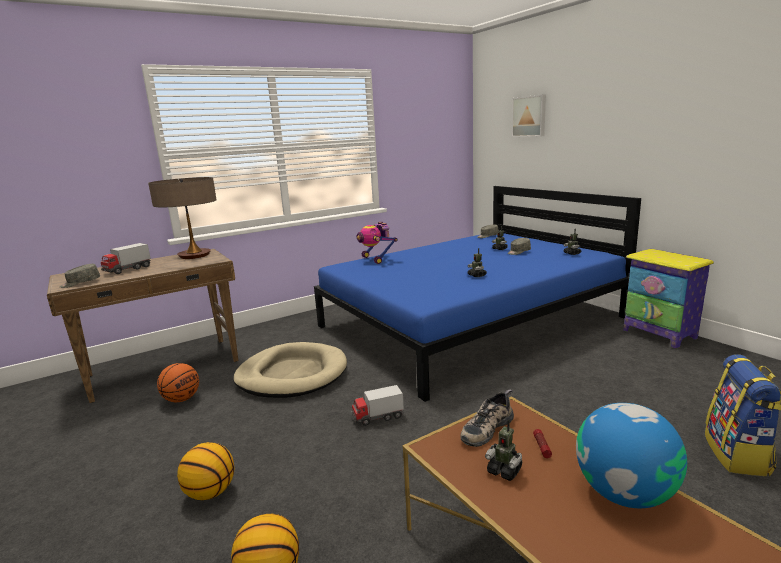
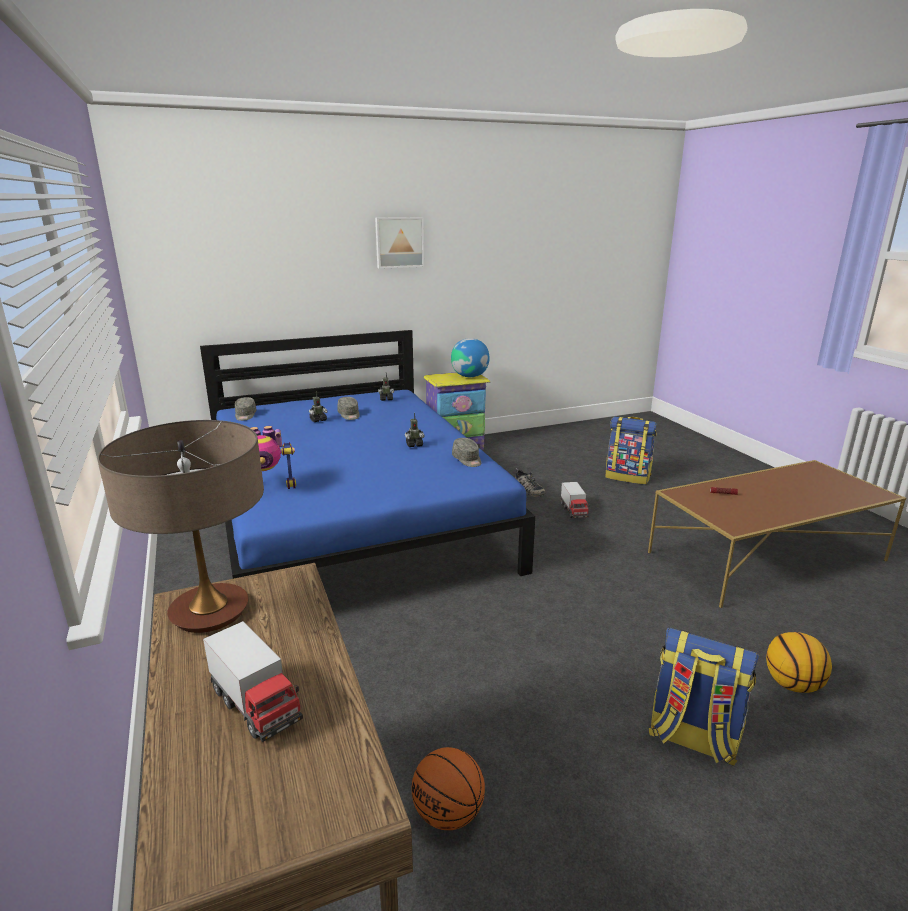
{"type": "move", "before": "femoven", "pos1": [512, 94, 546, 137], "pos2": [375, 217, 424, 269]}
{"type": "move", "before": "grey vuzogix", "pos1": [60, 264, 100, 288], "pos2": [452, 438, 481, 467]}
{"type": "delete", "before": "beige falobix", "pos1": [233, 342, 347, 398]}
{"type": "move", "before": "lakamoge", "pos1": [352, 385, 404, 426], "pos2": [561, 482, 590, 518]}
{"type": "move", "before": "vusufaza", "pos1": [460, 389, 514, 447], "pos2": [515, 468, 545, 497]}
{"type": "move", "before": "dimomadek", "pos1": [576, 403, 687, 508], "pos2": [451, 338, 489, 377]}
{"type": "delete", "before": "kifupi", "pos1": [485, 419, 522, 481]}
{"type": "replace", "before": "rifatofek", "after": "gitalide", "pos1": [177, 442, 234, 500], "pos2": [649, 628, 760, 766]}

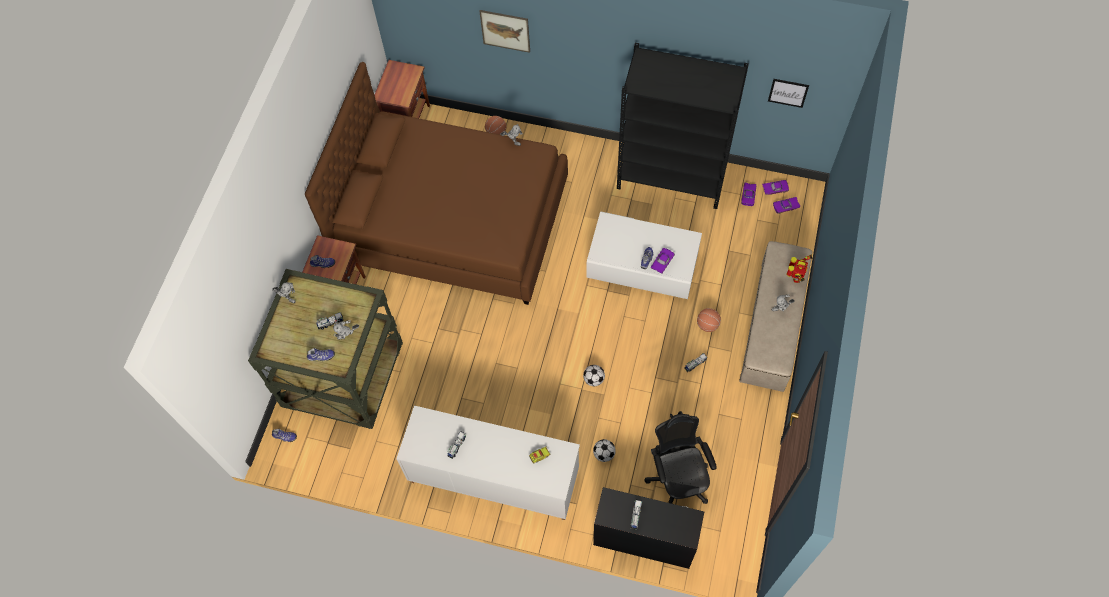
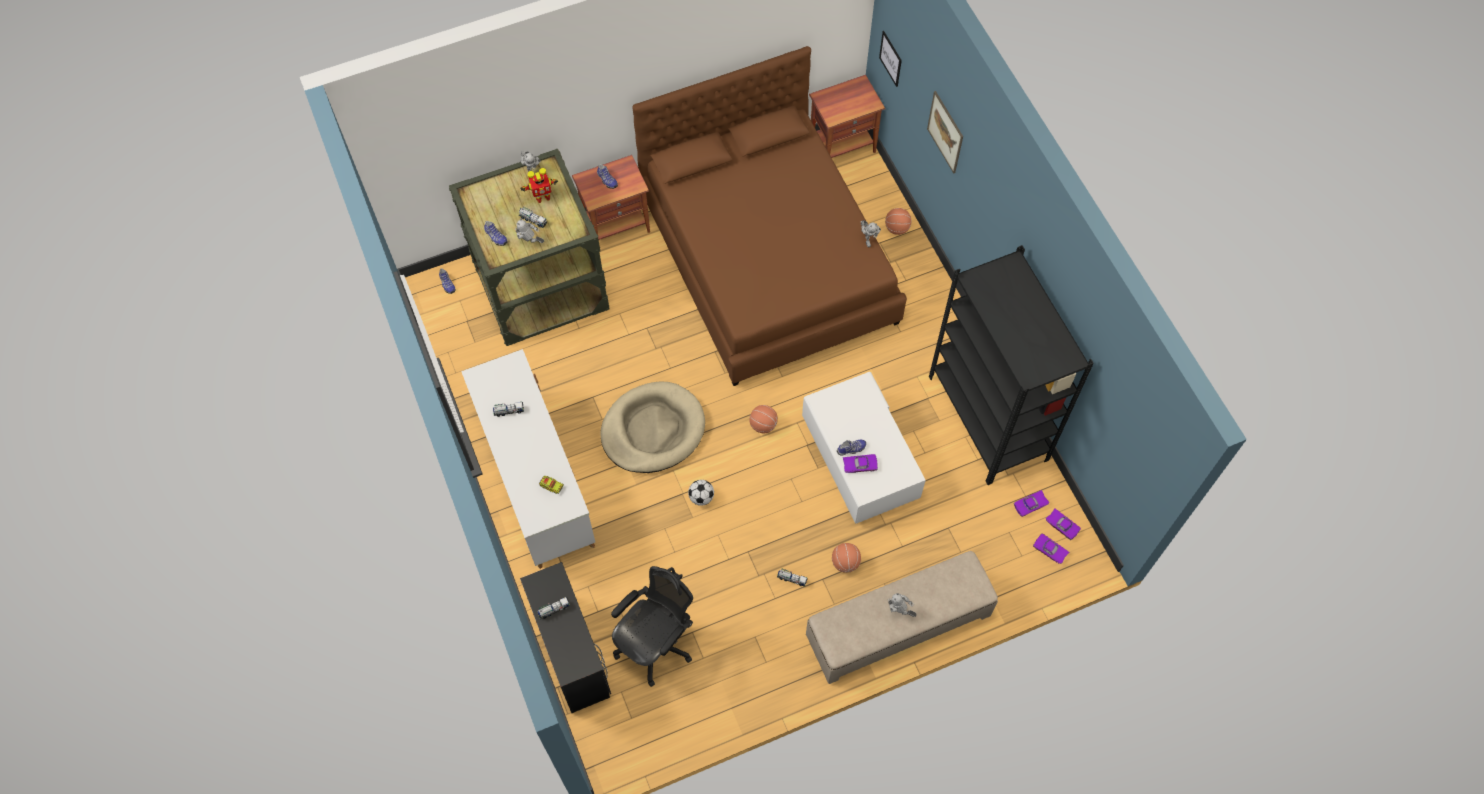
{"type": "move", "before": "femoven", "pos1": [768, 79, 809, 108], "pos2": [879, 31, 902, 87]}
{"type": "move", "before": "kifupi", "pos1": [786, 254, 812, 283], "pos2": [520, 168, 558, 203]}
{"type": "delete", "before": "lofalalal", "pos1": [593, 439, 616, 462]}
{"type": "insert", "after": "beige falobix", "pos2": [600, 381, 705, 473]}
{"type": "insert", "after": "rifatofek", "pos2": [749, 405, 778, 433]}

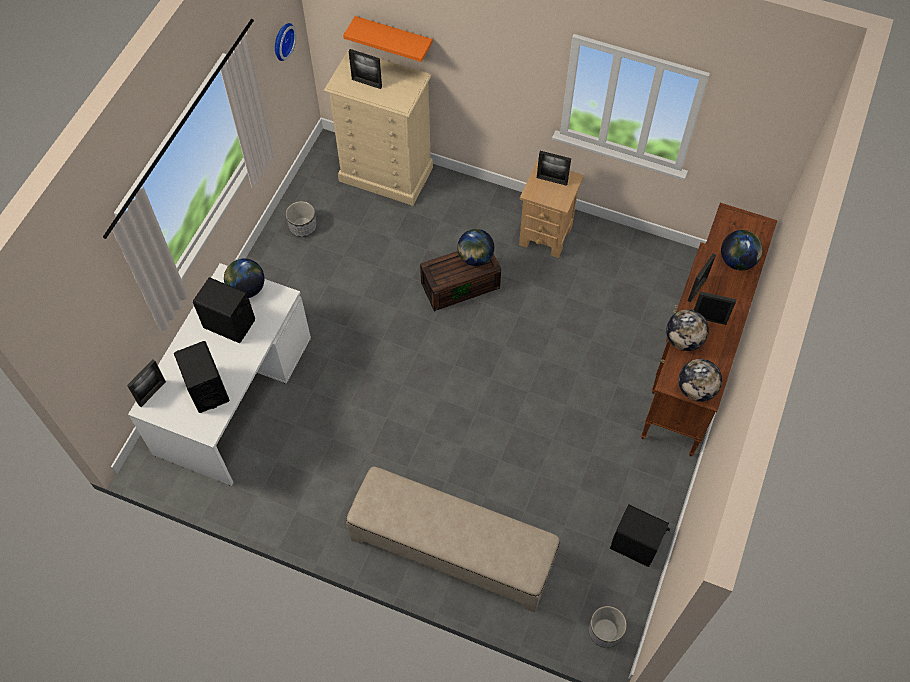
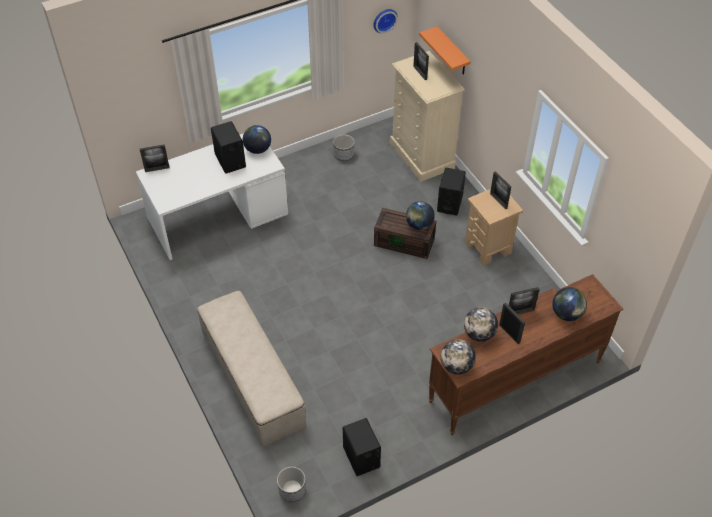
{"type": "move", "before": "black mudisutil", "pos1": [174, 341, 230, 413], "pos2": [437, 168, 466, 216]}

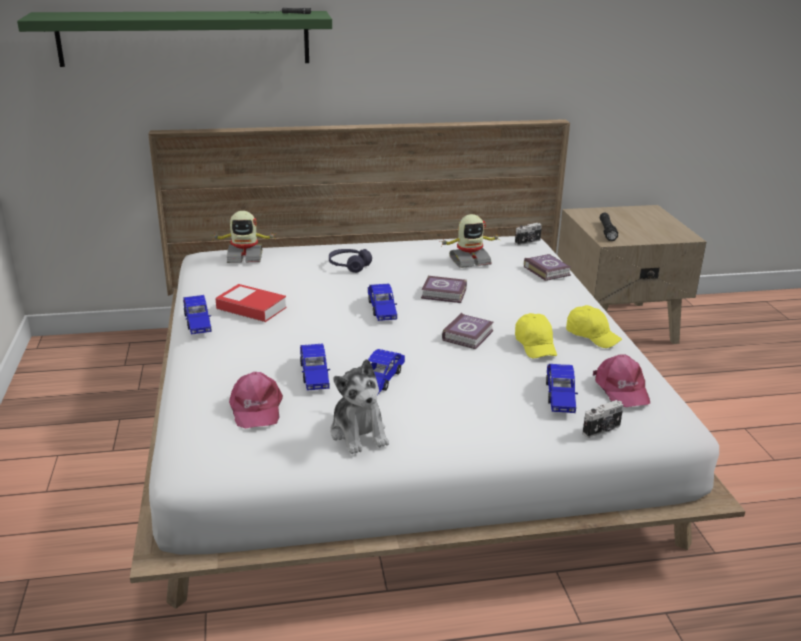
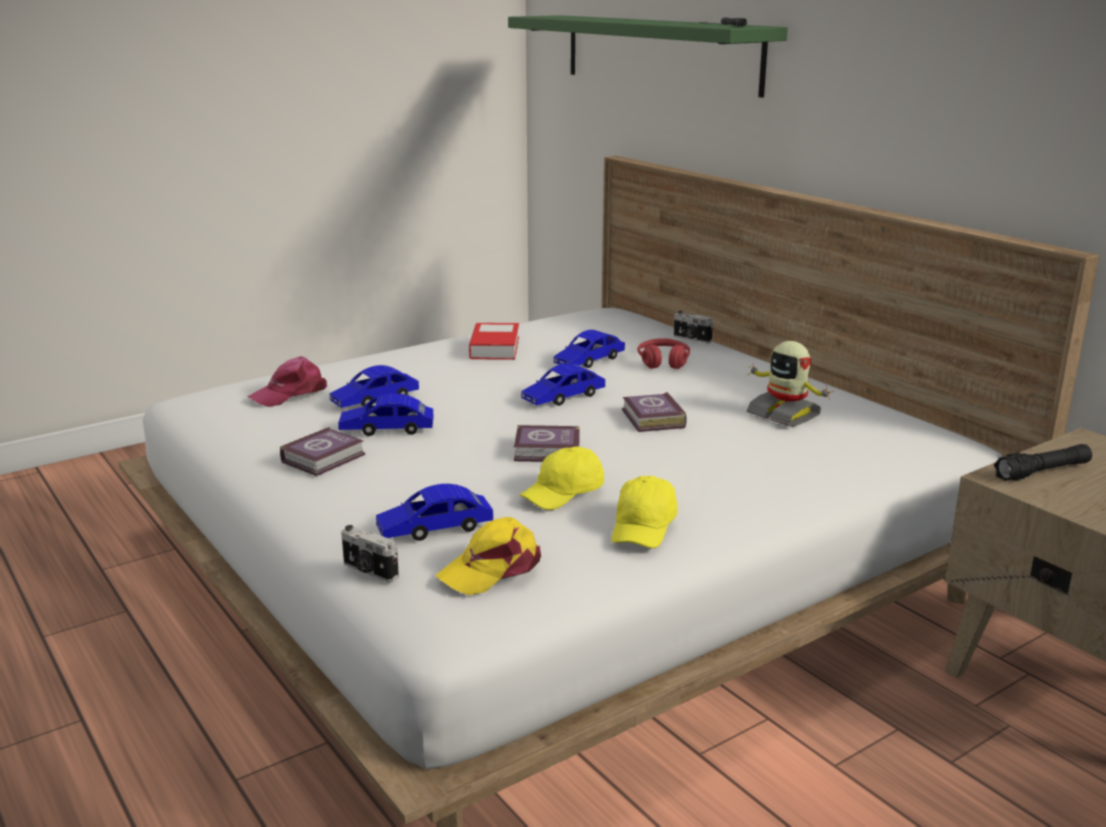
{"type": "delete", "before": "kifupi", "pos1": [212, 211, 276, 263]}
{"type": "move", "before": "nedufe", "pos1": [515, 223, 542, 245], "pos2": [674, 311, 714, 343]}
{"type": "recolor", "before": "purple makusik", "after": "red makusik", "pos1": [329, 249, 372, 273], "pos2": [637, 338, 690, 369]}
{"type": "move", "before": "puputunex", "pos1": [524, 254, 571, 281], "pos2": [280, 427, 365, 476]}
{"type": "move", "before": "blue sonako", "pos1": [183, 295, 212, 335], "pos2": [554, 330, 625, 368]}
{"type": "recolor", "before": "pink vuzogix", "after": "yellow vuzogix", "pos1": [593, 354, 650, 407], "pos2": [435, 517, 541, 595]}
{"type": "delete", "before": "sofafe", "pos1": [330, 359, 389, 454]}

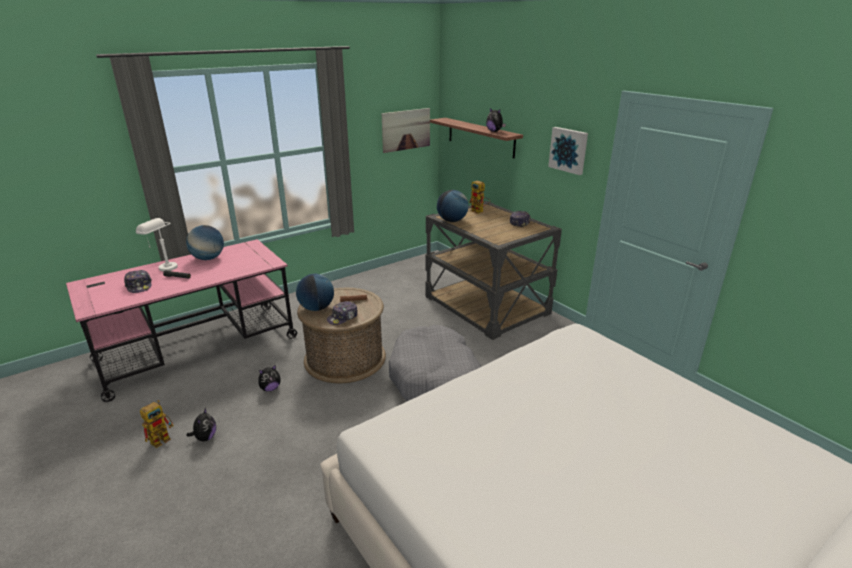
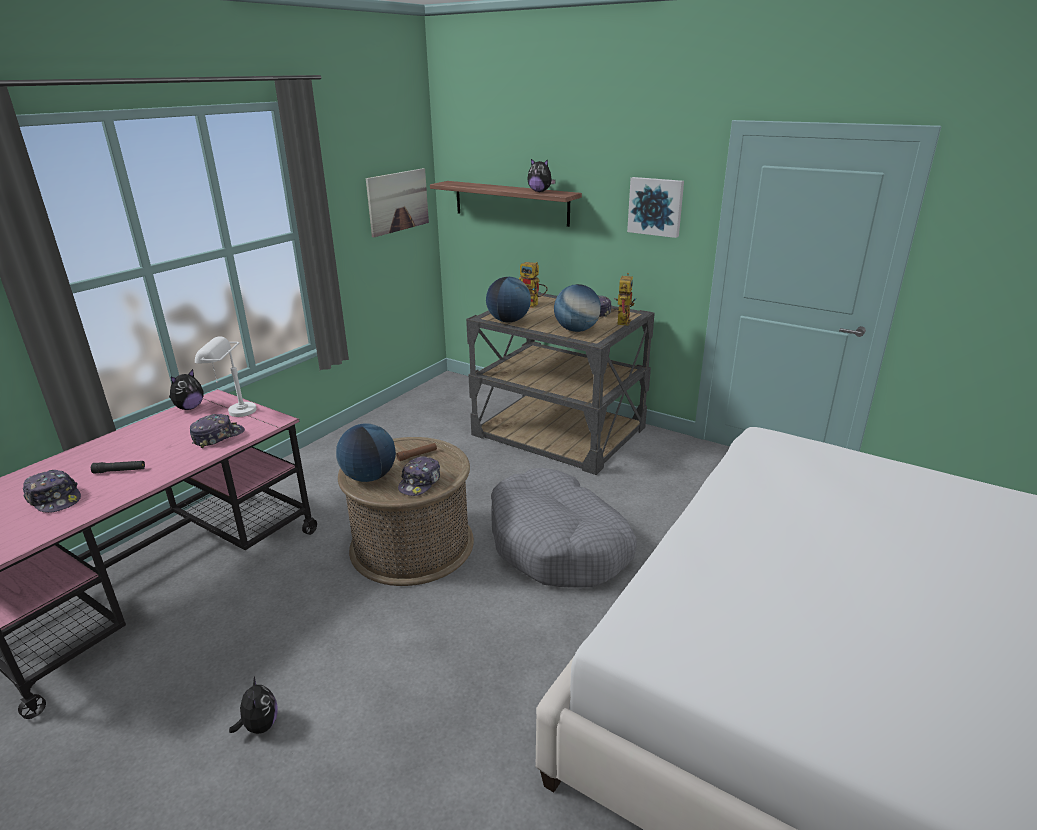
{"type": "move", "before": "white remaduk", "pos1": [136, 218, 178, 271], "pos2": [195, 336, 257, 417]}
{"type": "move", "before": "dimomadek", "pos1": [186, 225, 224, 260], "pos2": [554, 284, 601, 332]}
{"type": "move", "before": "sofafe", "pos1": [258, 365, 281, 391], "pos2": [169, 369, 203, 410]}
{"type": "move", "before": "kifupi", "pos1": [140, 400, 174, 448], "pos2": [614, 273, 636, 326]}
{"type": "insert", "after": "vuzogix", "pos2": [190, 414, 245, 448]}

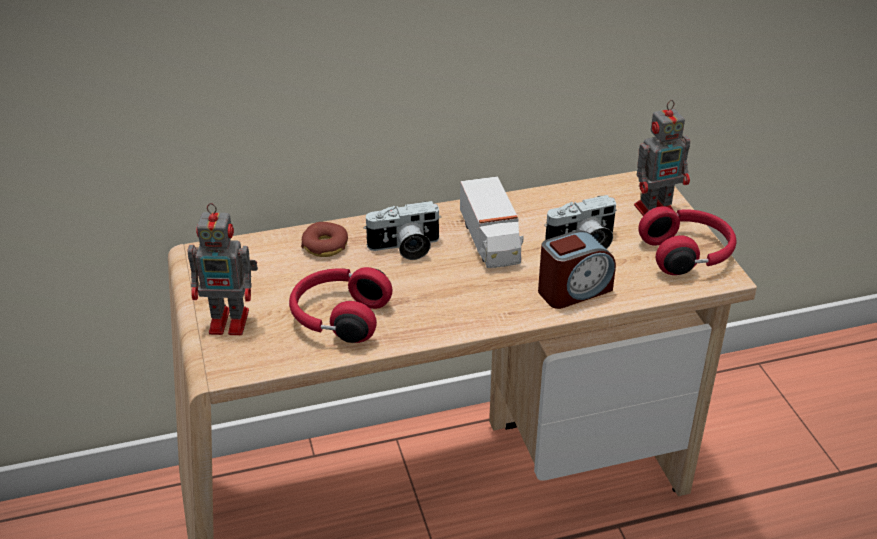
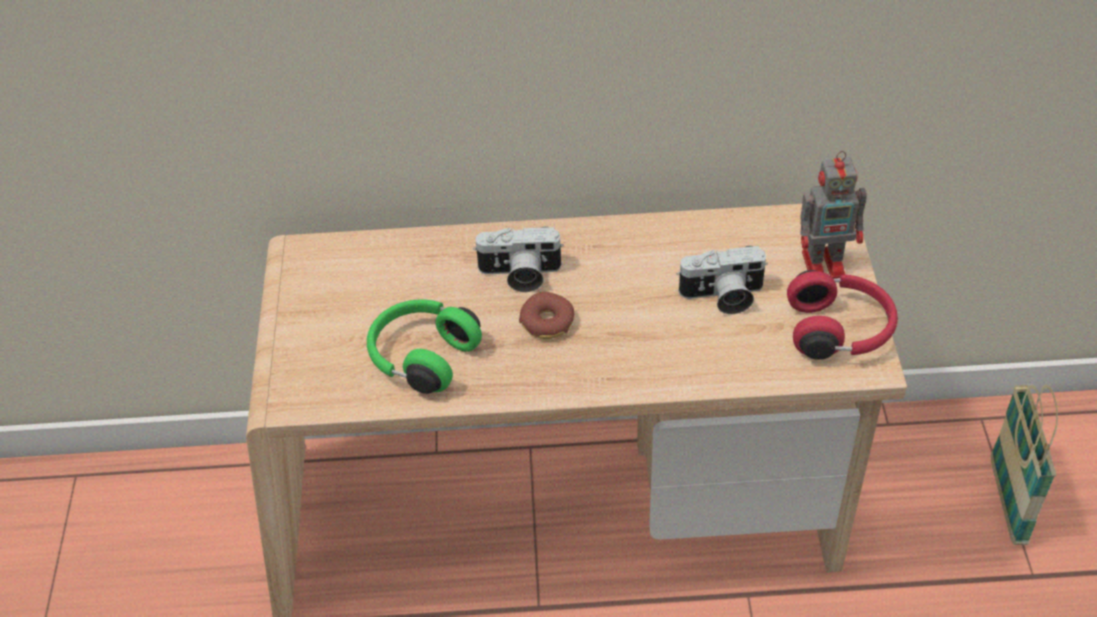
{"type": "delete", "before": "lakamoge", "pos1": [460, 176, 524, 268]}
{"type": "delete", "before": "kifupi", "pos1": [187, 203, 258, 335]}
{"type": "move", "before": "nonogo", "pos1": [301, 222, 348, 257], "pos2": [519, 292, 574, 339]}
{"type": "delete", "before": "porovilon", "pos1": [538, 230, 616, 309]}
{"type": "recolor", "before": "red makusik", "after": "green makusik", "pos1": [289, 267, 393, 343], "pos2": [367, 300, 482, 394]}
{"type": "insert", "after": "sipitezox", "pos2": [991, 384, 1058, 545]}

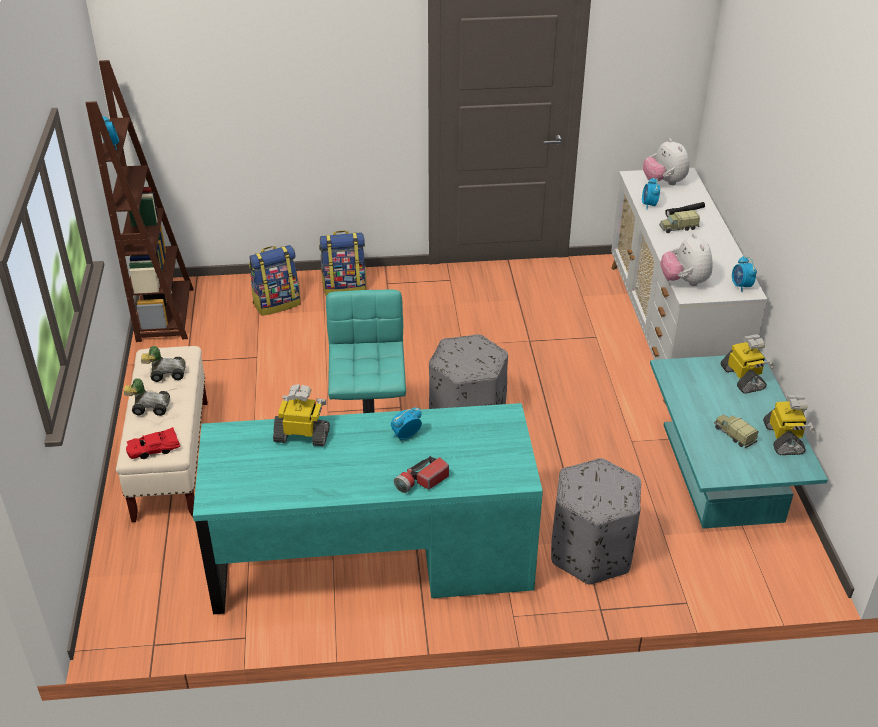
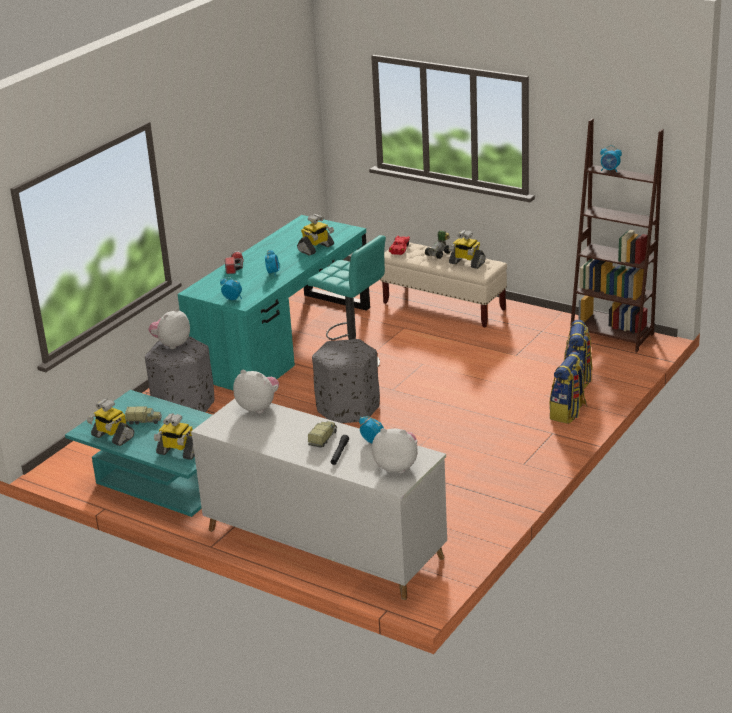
{"type": "move", "before": "porovilon", "pos1": [732, 256, 757, 292], "pos2": [220, 277, 242, 300]}
{"type": "replace", "before": "sonako", "after": "kifupi", "pos1": [141, 346, 185, 382], "pos2": [449, 230, 486, 269]}
{"type": "insert", "after": "sofafe", "pos2": [148, 308, 190, 349]}

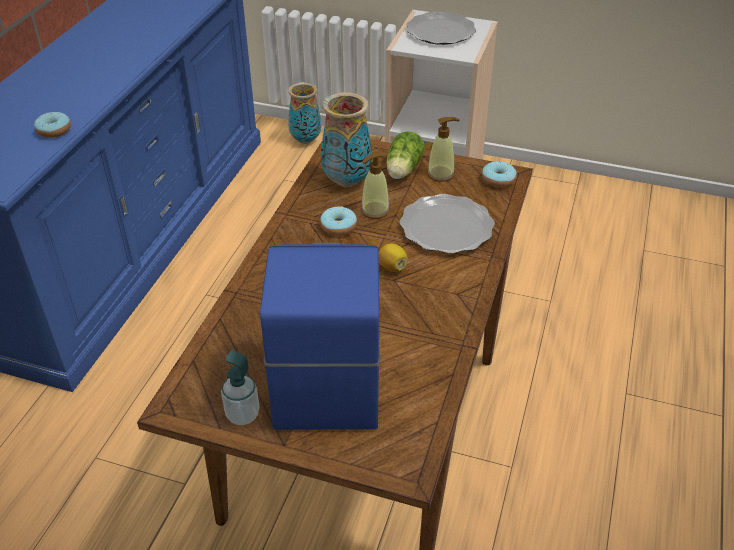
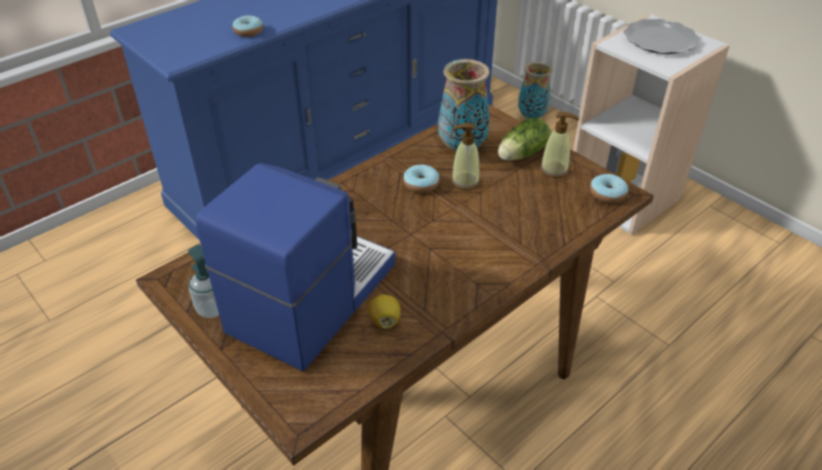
{"type": "delete", "before": "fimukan", "pos1": [400, 194, 495, 254]}
{"type": "move", "before": "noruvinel", "pos1": [379, 244, 408, 272], "pos2": [368, 294, 401, 329]}

